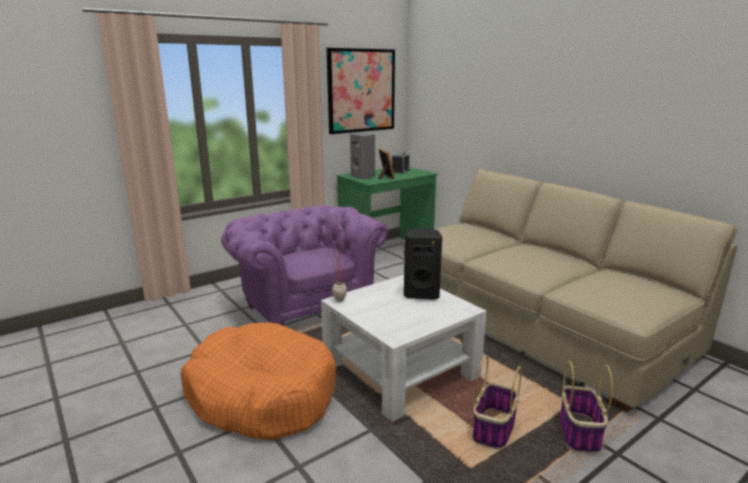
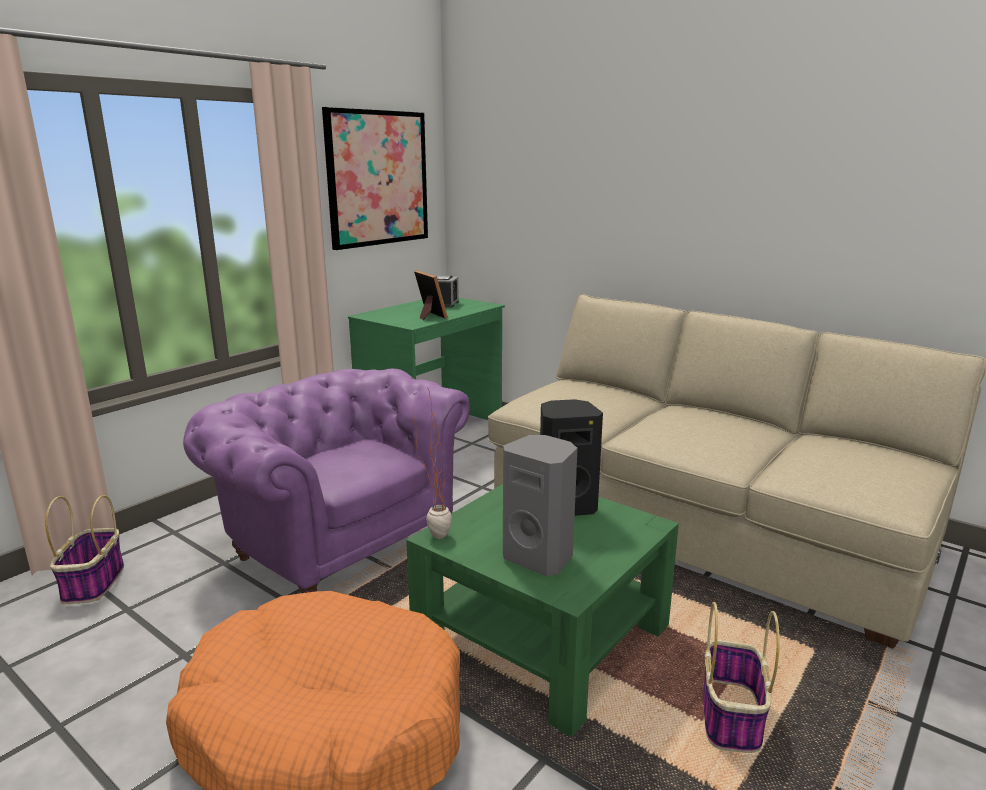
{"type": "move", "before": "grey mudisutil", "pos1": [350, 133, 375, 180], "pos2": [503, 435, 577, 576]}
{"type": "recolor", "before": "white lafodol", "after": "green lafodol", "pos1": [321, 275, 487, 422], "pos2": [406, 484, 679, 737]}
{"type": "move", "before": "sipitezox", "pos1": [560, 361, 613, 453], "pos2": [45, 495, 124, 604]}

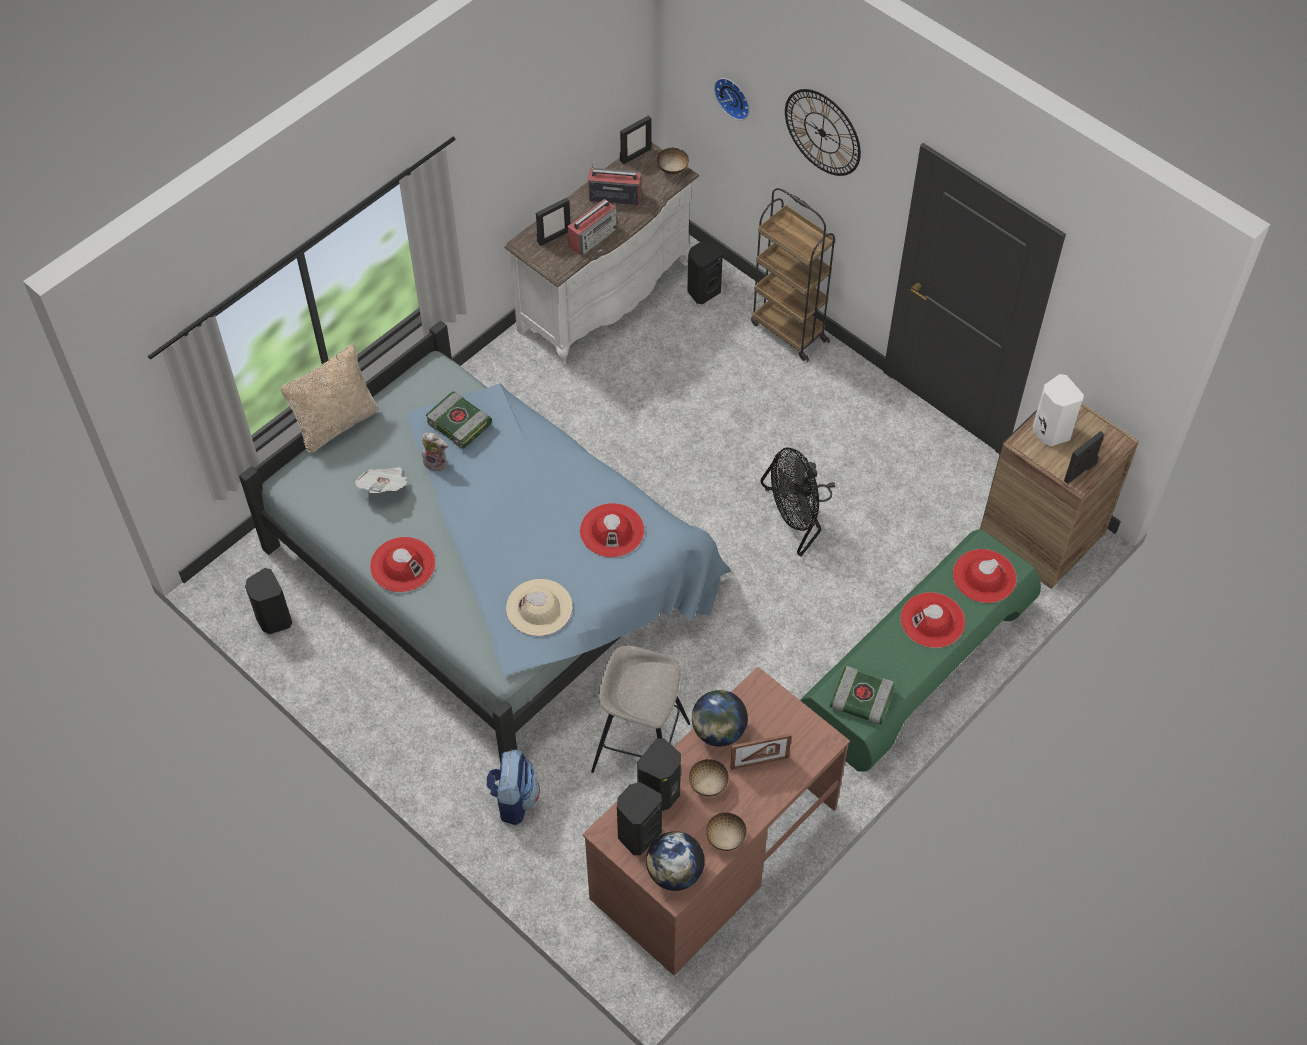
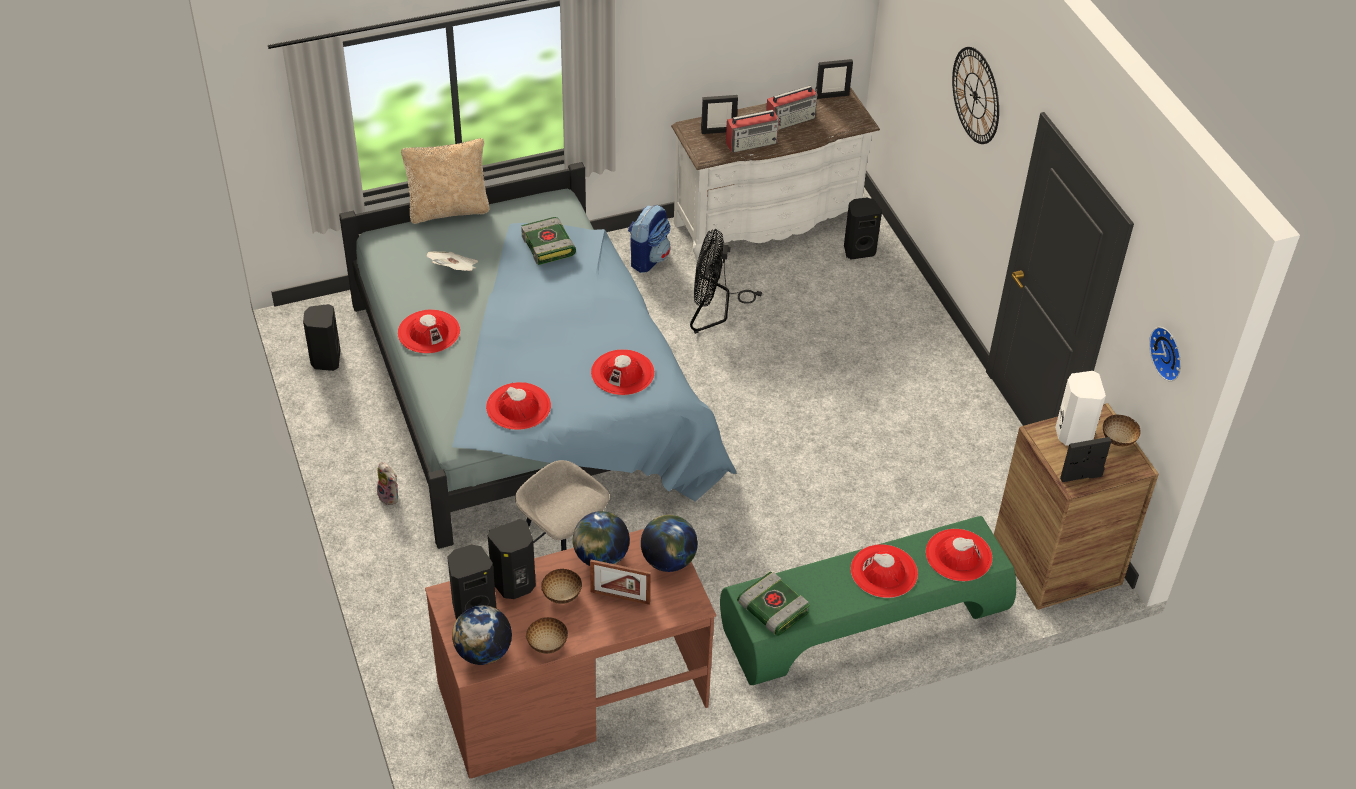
{"type": "move", "before": "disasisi", "pos1": [714, 78, 750, 120], "pos2": [1149, 327, 1181, 382]}
{"type": "move", "before": "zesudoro", "pos1": [657, 148, 689, 175], "pos2": [1103, 415, 1141, 447]}
{"type": "rotate", "before": "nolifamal", "pos1": [588, 162, 641, 205], "pos2": [766, 85, 817, 130], "turn": 120}
{"type": "delete", "before": "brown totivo", "pos1": [751, 188, 836, 362]}
{"type": "move", "before": "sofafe", "pos1": [422, 432, 448, 472], "pos2": [377, 462, 398, 505]}
{"type": "move", "before": "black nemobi", "pos1": [761, 448, 835, 557], "pos2": [690, 229, 762, 334]}
{"type": "recolor", "before": "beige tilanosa", "after": "red tilanosa", "pos1": [506, 579, 573, 636], "pos2": [486, 382, 551, 430]}
{"type": "move", "before": "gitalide", "pos1": [487, 749, 540, 825], "pos2": [628, 205, 671, 273]}
{"type": "insert", "after": "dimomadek", "pos2": [641, 515, 698, 572]}

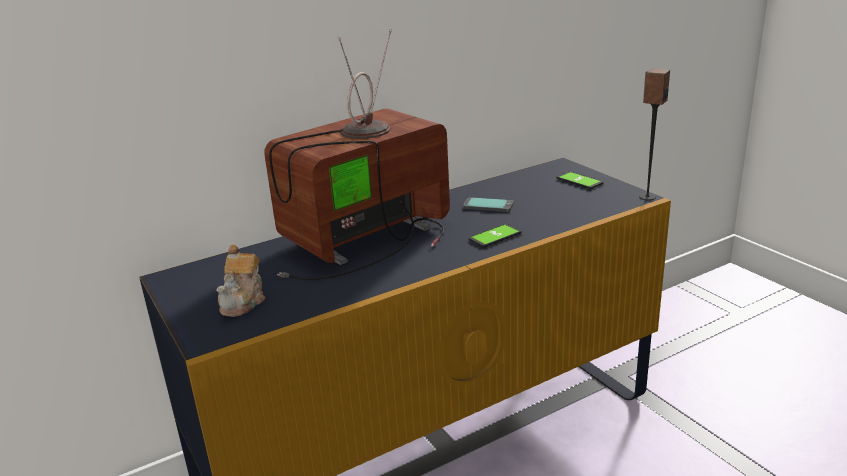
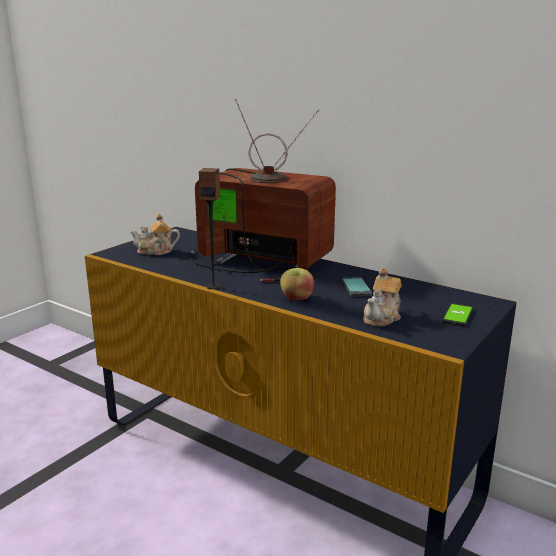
{"type": "move", "before": "mudisutil", "pos1": [639, 68, 670, 200], "pos2": [199, 168, 221, 289]}
{"type": "replace", "before": "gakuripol", "after": "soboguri", "pos1": [468, 224, 522, 247], "pos2": [280, 268, 314, 300]}
{"type": "insert", "after": "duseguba", "pos2": [363, 268, 402, 327]}

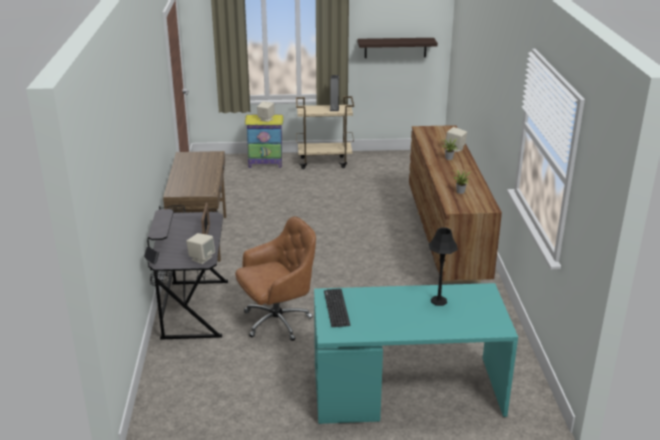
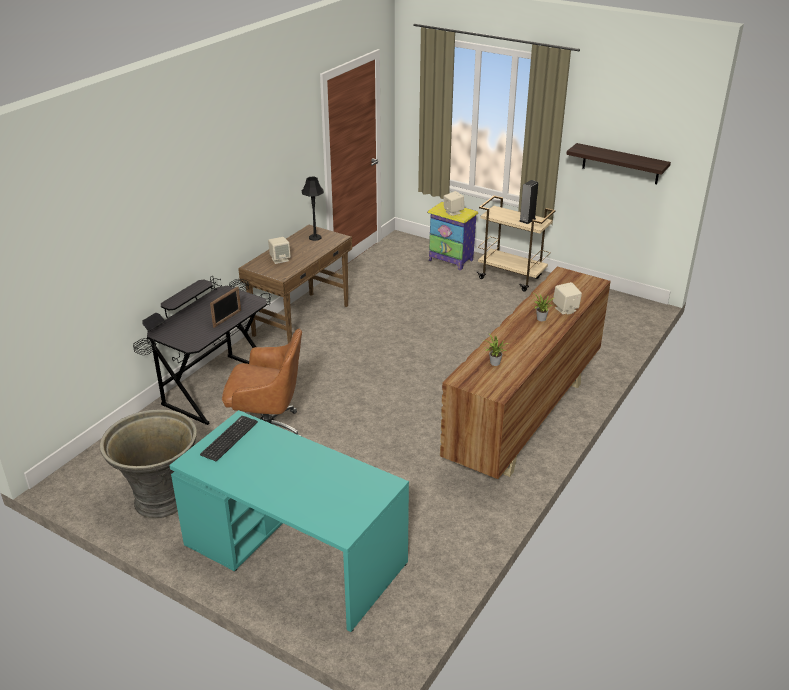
{"type": "move", "before": "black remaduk", "pos1": [429, 228, 458, 306], "pos2": [302, 177, 324, 241]}
{"type": "move", "before": "beige mudisutil", "pos1": [186, 233, 215, 264], "pos2": [268, 237, 291, 264]}
{"type": "insert", "after": "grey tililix", "pos2": [100, 409, 197, 519]}

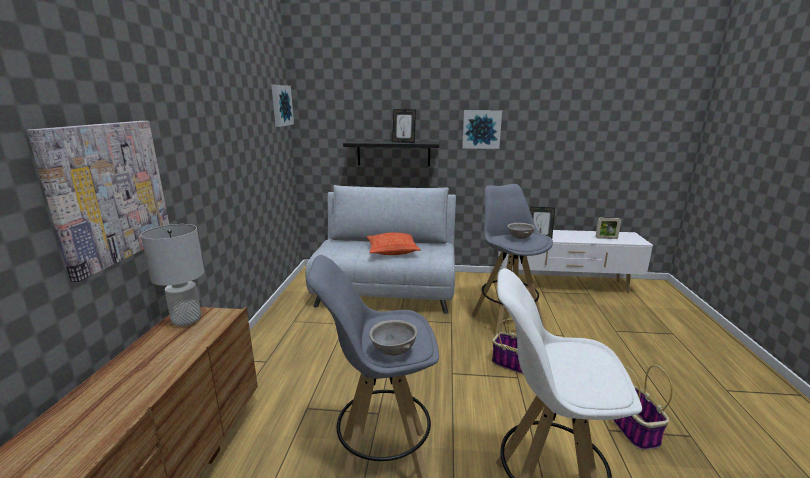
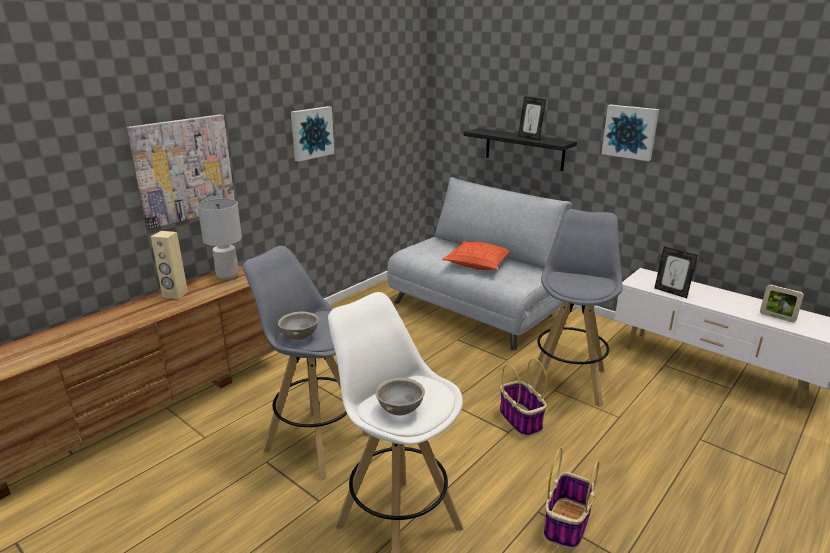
{"type": "move", "before": "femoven", "pos1": [271, 85, 294, 127], "pos2": [291, 106, 334, 162]}
{"type": "move", "before": "grey zesudoro", "pos1": [507, 223, 535, 239], "pos2": [375, 378, 425, 415]}
{"type": "insert", "after": "beige mudisutil", "pos2": [151, 231, 188, 299]}

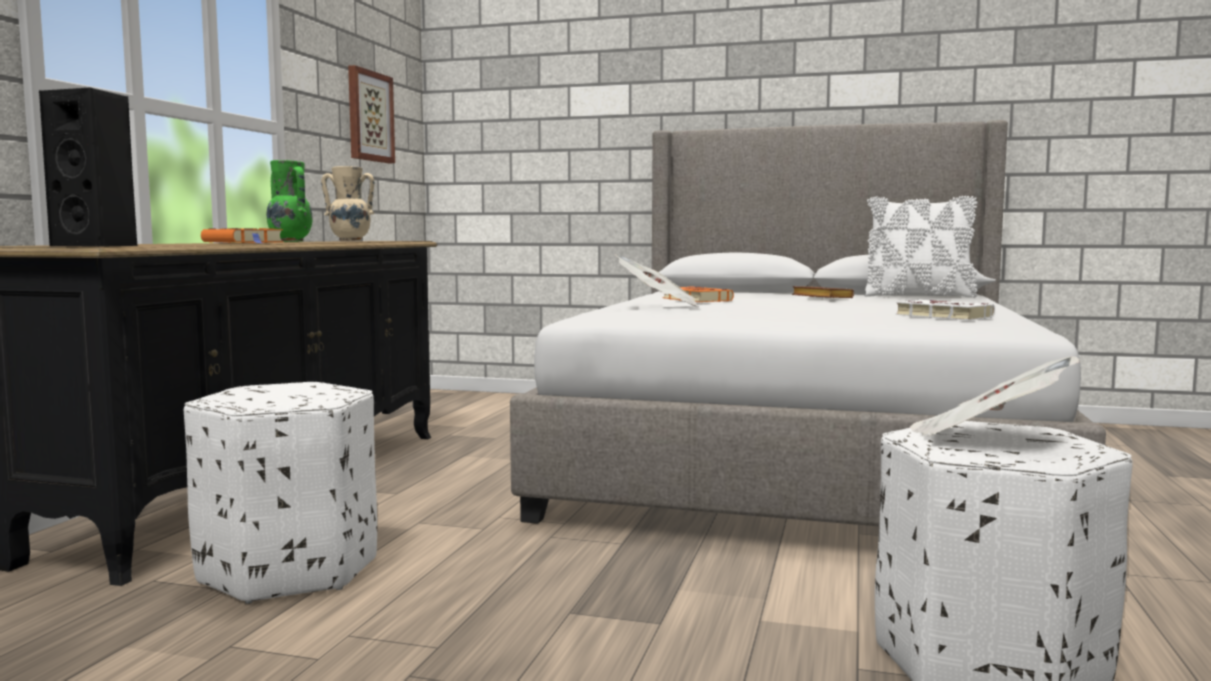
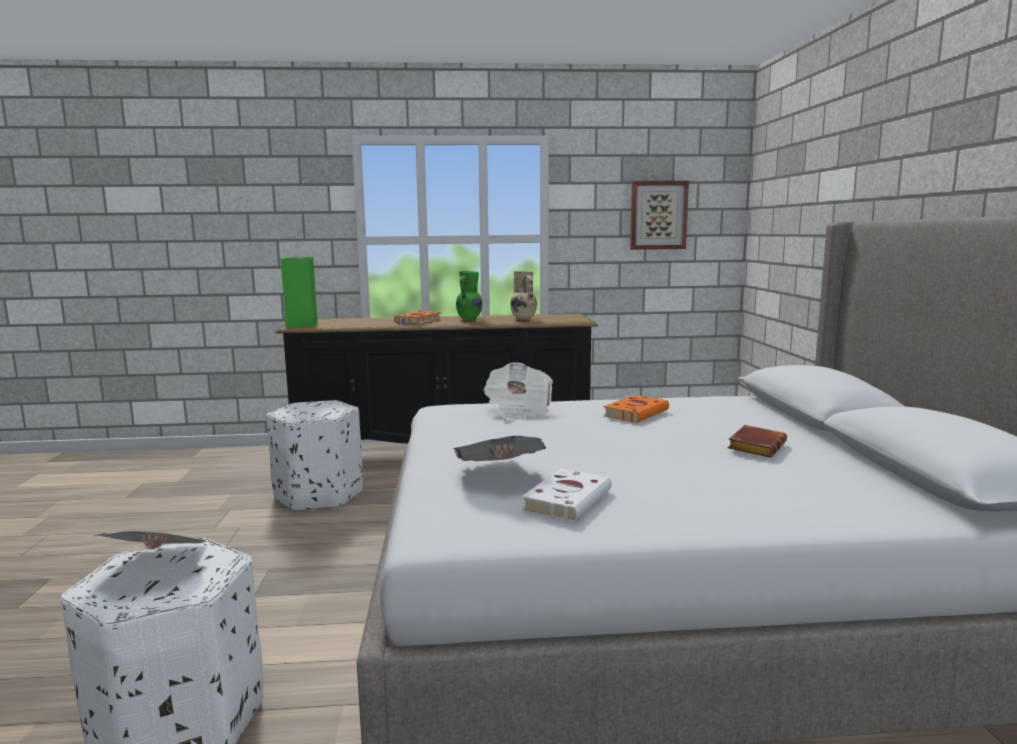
{"type": "recolor", "before": "black mudisutil", "after": "green mudisutil", "pos1": [39, 87, 137, 247], "pos2": [281, 257, 318, 327]}
{"type": "delete", "before": "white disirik", "pos1": [864, 196, 978, 298]}
{"type": "insert", "after": "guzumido", "pos2": [453, 436, 546, 461]}

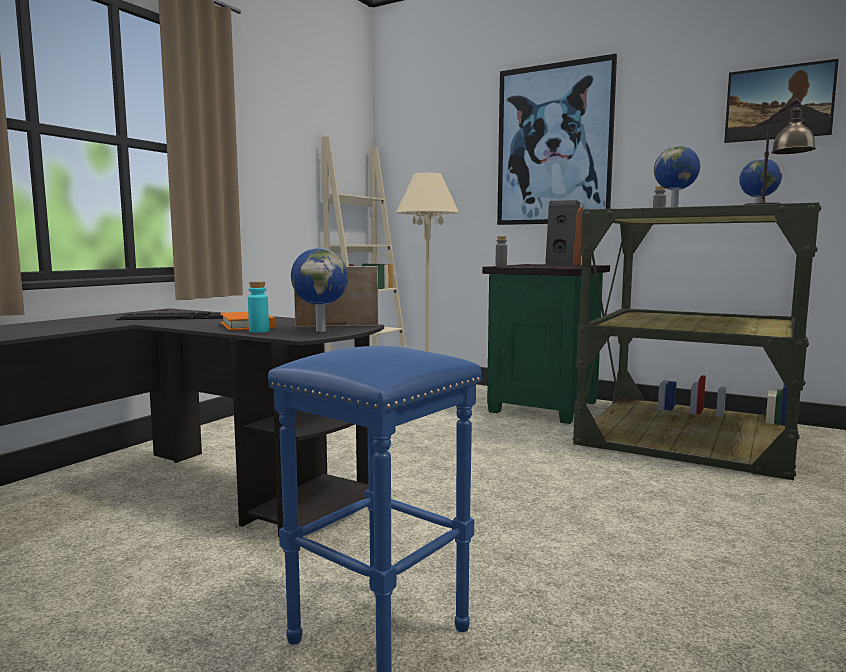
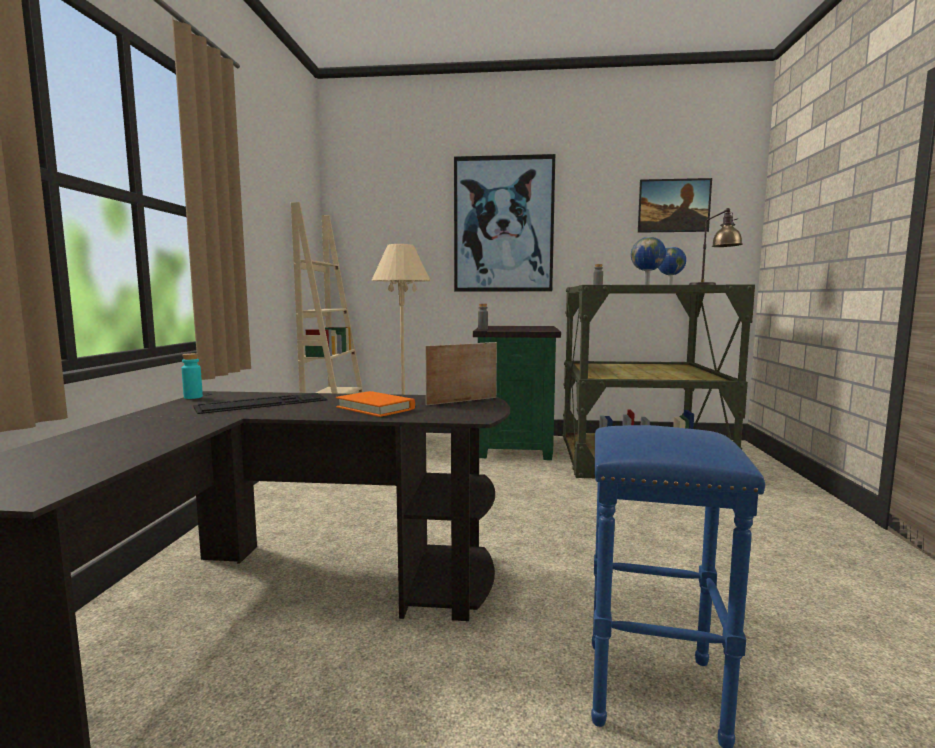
{"type": "delete", "before": "mudisutil", "pos1": [545, 200, 583, 266]}
{"type": "delete", "before": "dimomadek", "pos1": [291, 248, 348, 332]}
{"type": "move", "before": "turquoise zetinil", "pos1": [248, 281, 269, 333], "pos2": [182, 353, 203, 399]}

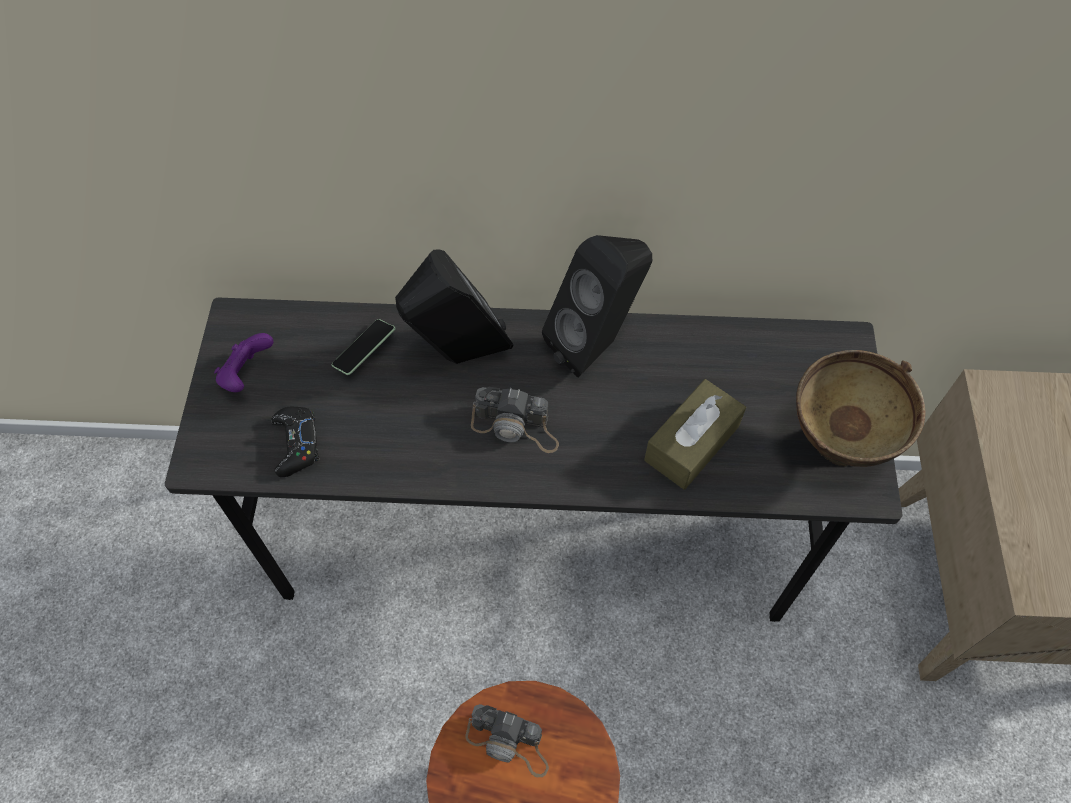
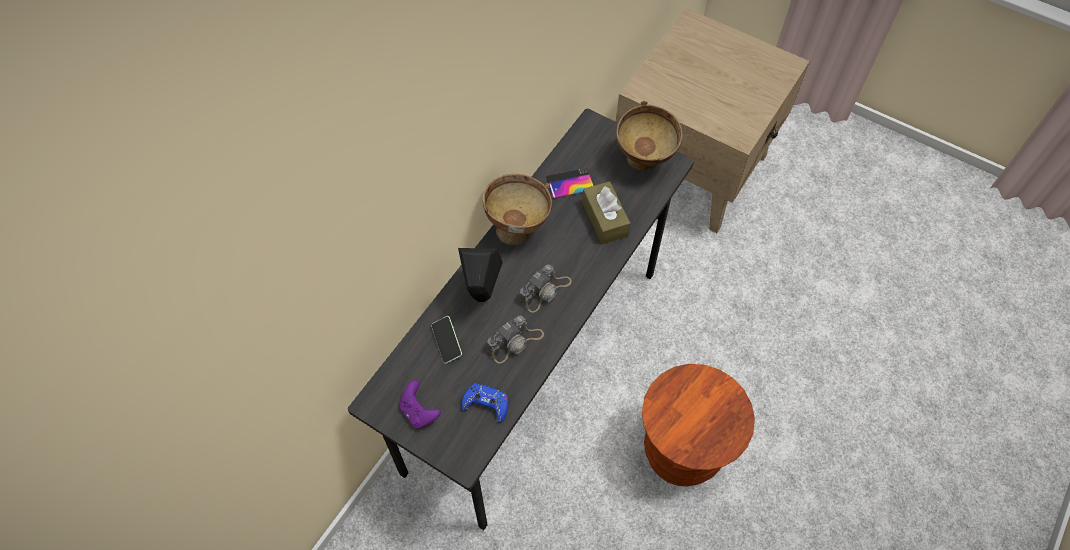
{"type": "replace", "before": "black mudisutil", "after": "brown zesudoro", "pos1": [542, 235, 652, 377], "pos2": [483, 174, 552, 245]}
{"type": "recolor", "before": "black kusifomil", "after": "blue kusifomil", "pos1": [271, 407, 319, 477], "pos2": [461, 383, 508, 423]}
{"type": "move", "before": "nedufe", "pos1": [465, 704, 549, 777], "pos2": [487, 315, 544, 364]}
{"type": "insert", "after": "gakuripol", "pos2": [546, 167, 594, 199]}

